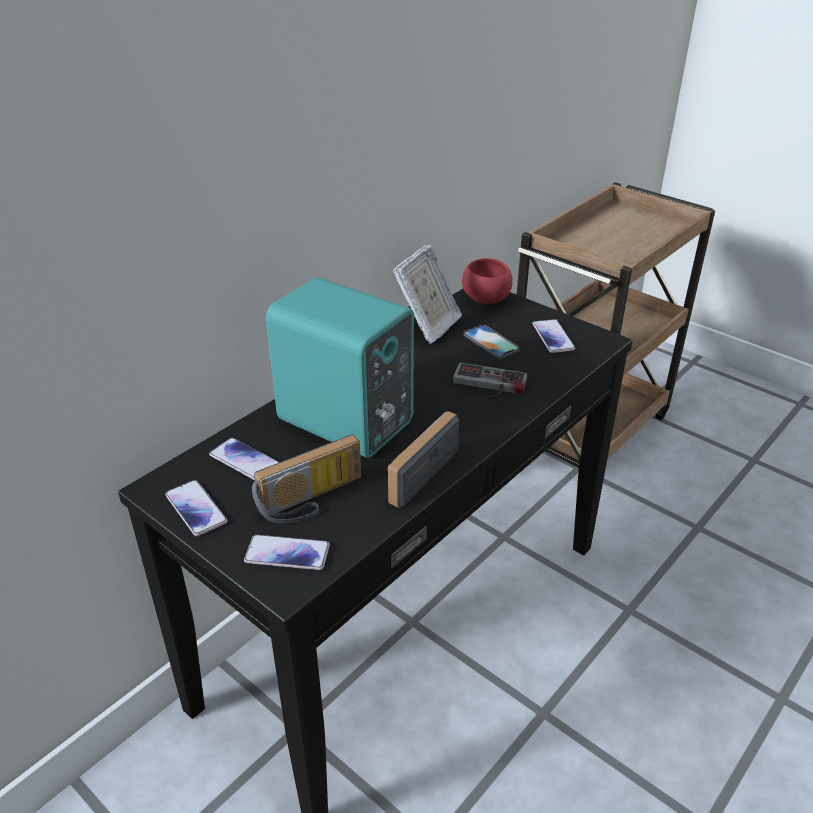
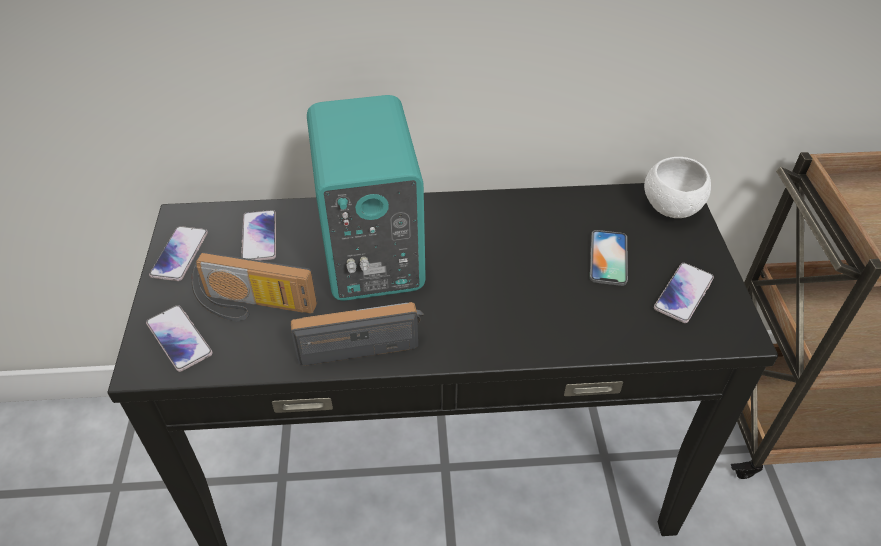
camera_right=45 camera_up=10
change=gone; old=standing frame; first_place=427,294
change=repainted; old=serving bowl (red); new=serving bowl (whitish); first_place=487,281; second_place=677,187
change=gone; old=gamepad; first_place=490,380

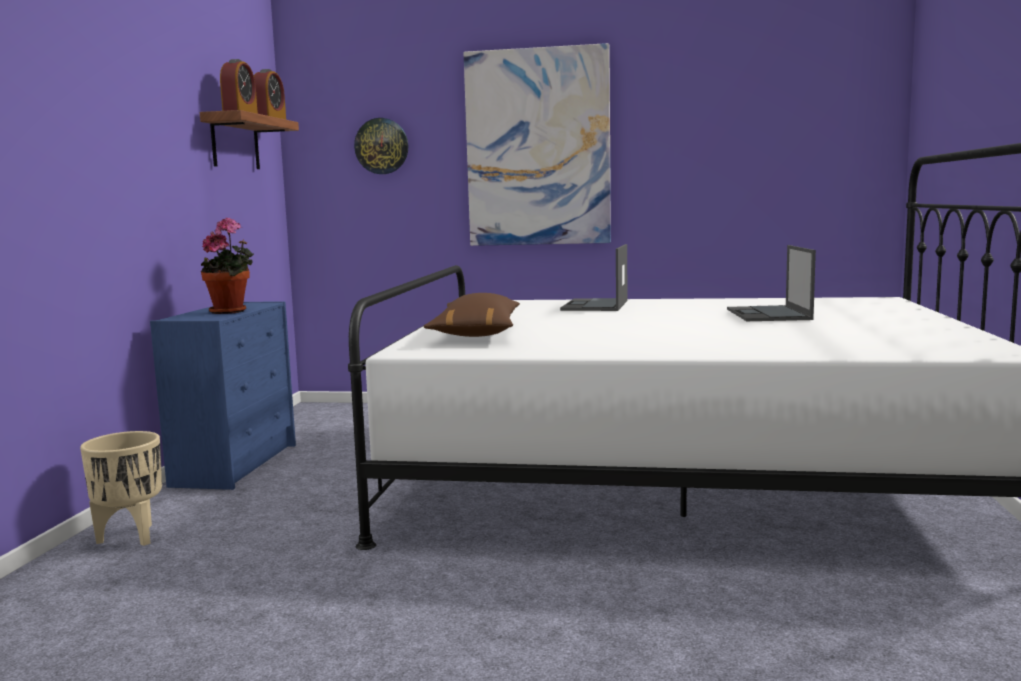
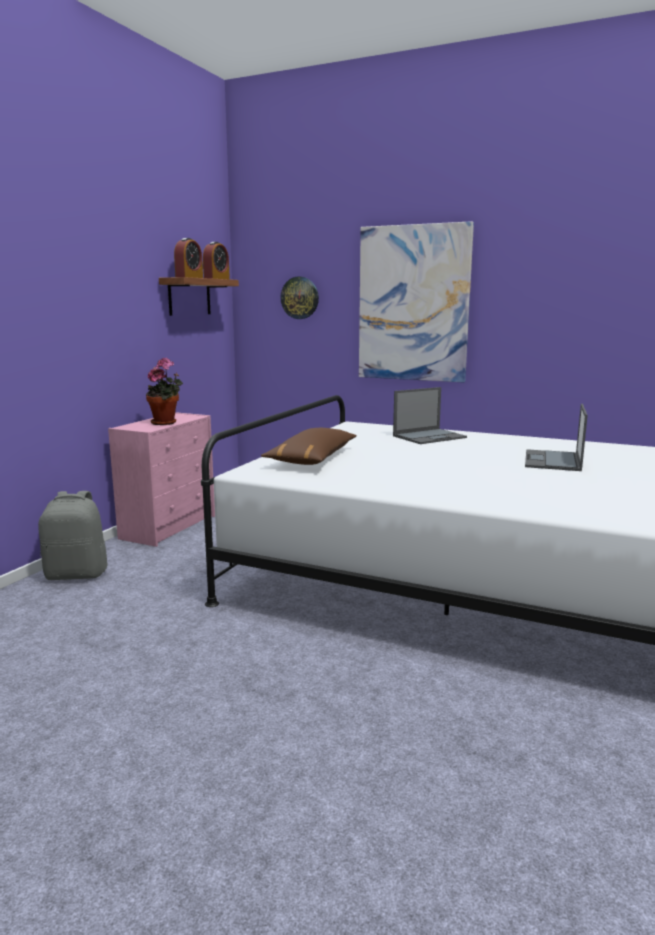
camera_right=15 camera_up=5
change=rotated; old=notebook computer; first_place=593,277; second_place=430,415; degrees=-150
change=repainted; old=dresser (blue); new=dresser (pinkish); first_place=223,395; second_place=161,479
change=swapped; old=planter (beige-coloured); new=backpack (grey); first_place=121,488; second_place=73,535

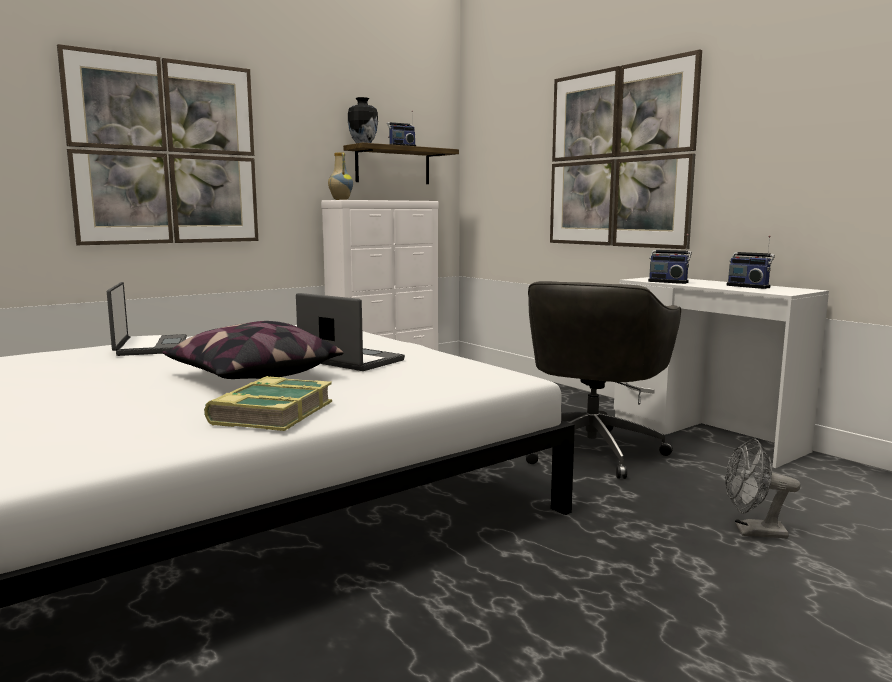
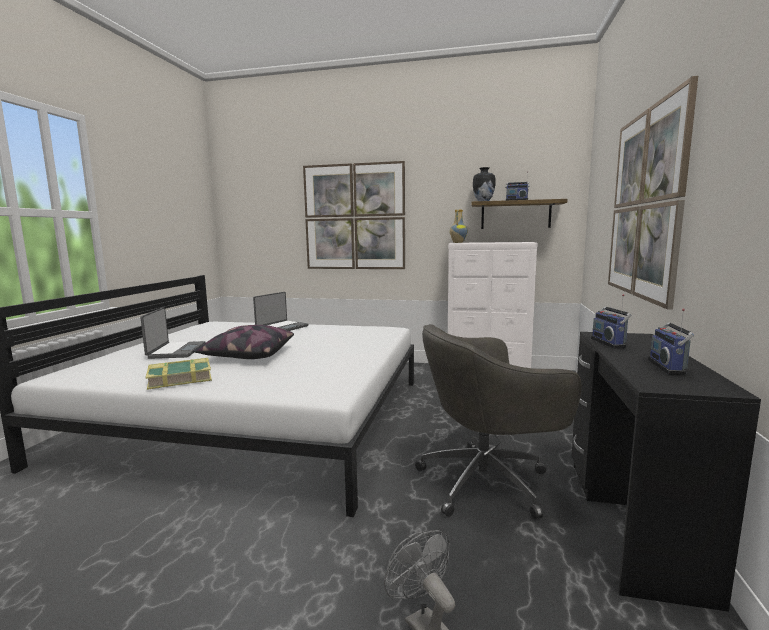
camera_right=50 camera_up=0
change=repainted; old=desk table (whitish); new=desk table (blackish); first_place=721,372; second_place=666,472
change=shifted; old=notebook computer; first_place=350,332; second_place=172,333

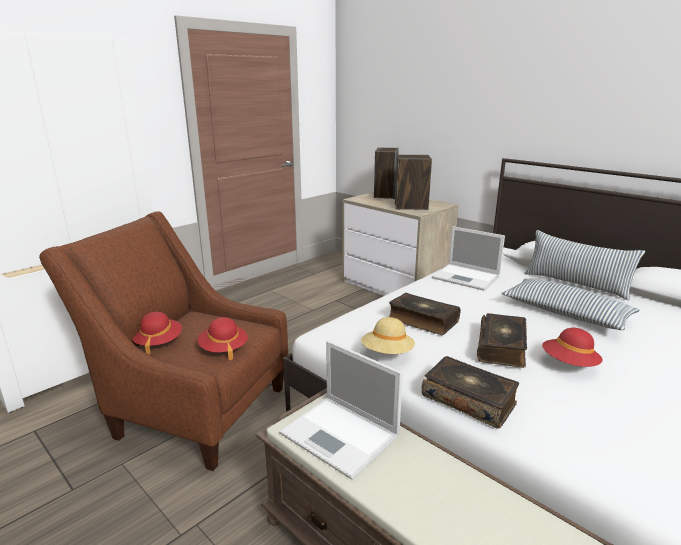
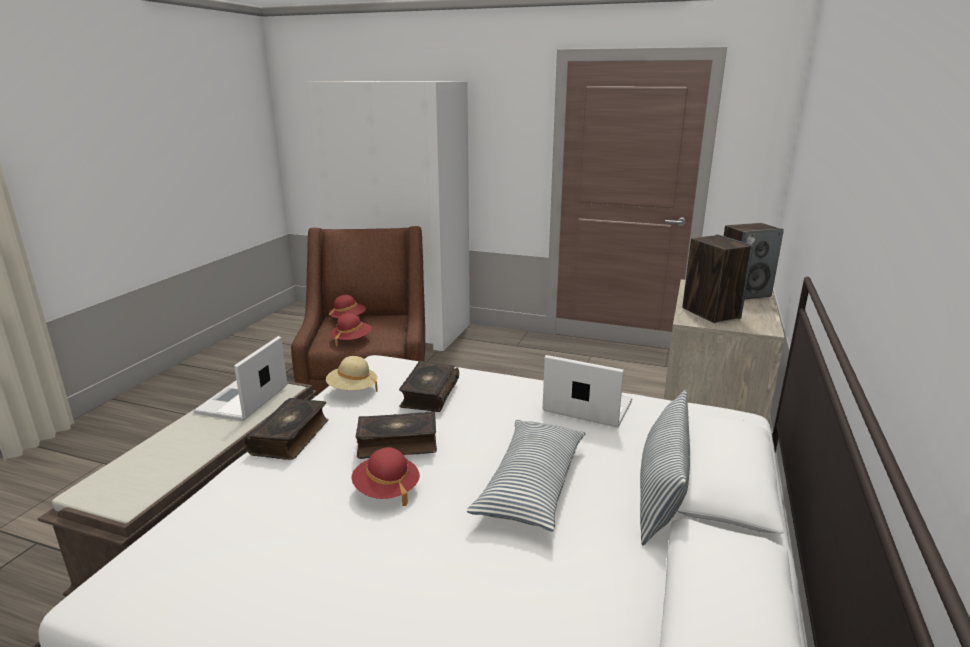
camera_right=65 camera_up=0
change=rotated; old=notebook computer; first_place=468,258; second_place=587,391; degrees=105

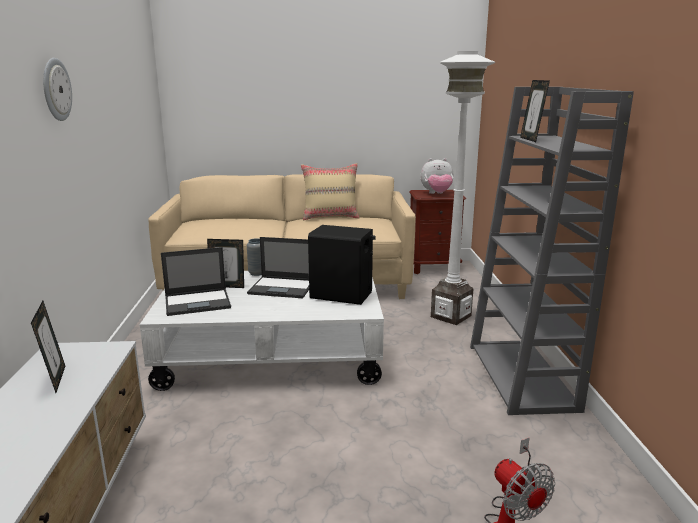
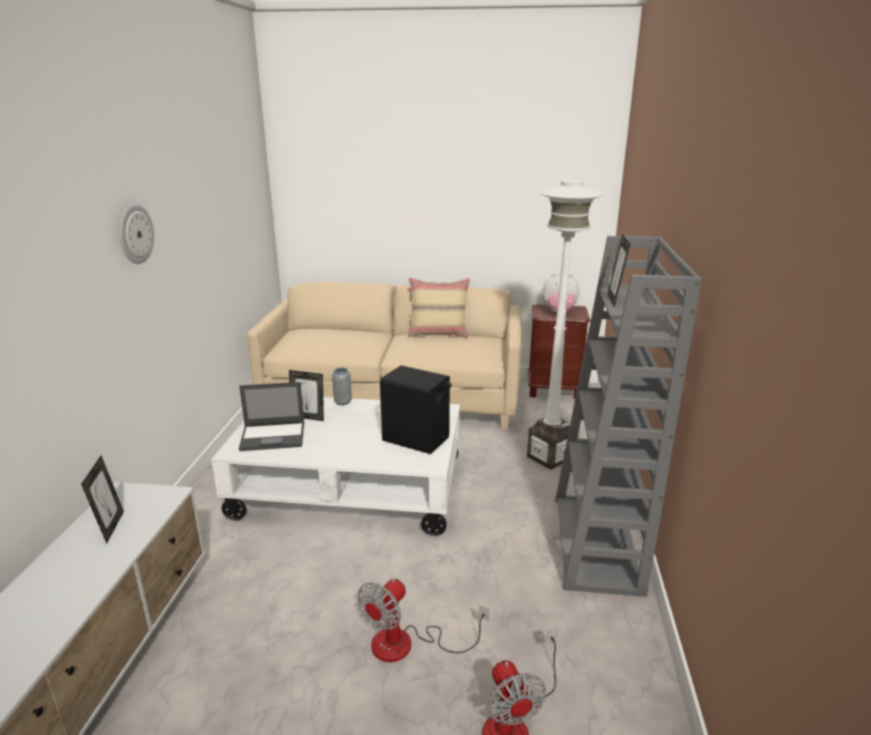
camera_right=10 camera_up=5
change=gone; old=notebook computer; first_place=278,267
change=new; new=cooling fan; second_place=423,620

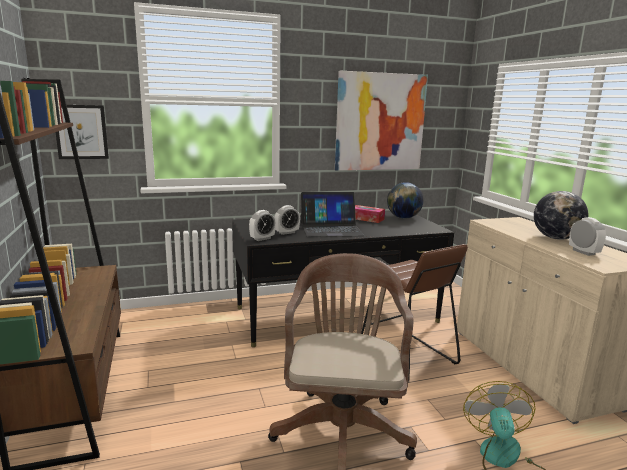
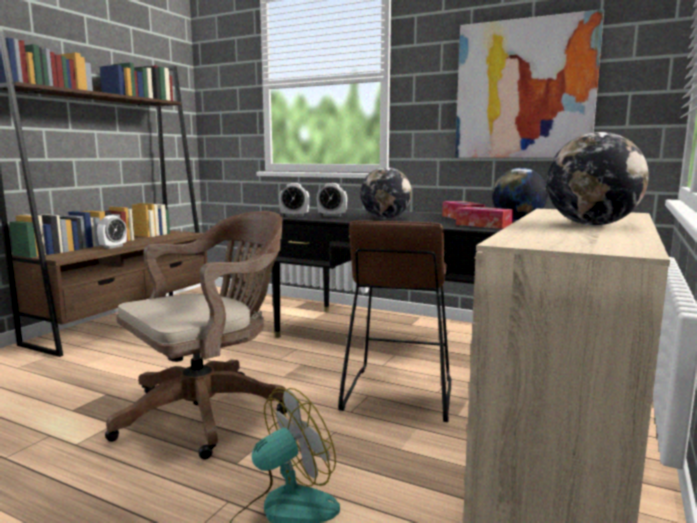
camera_right=45 camera_up=-5
change=gone; old=wall picture; first_place=82,132
change=swapped; old=notebook computer; new=globe; first_place=333,214; second_place=386,193
change=shifted; old=alarm clock; first_place=587,236; second_place=112,232
change=new; new=tissue box; second_place=485,217

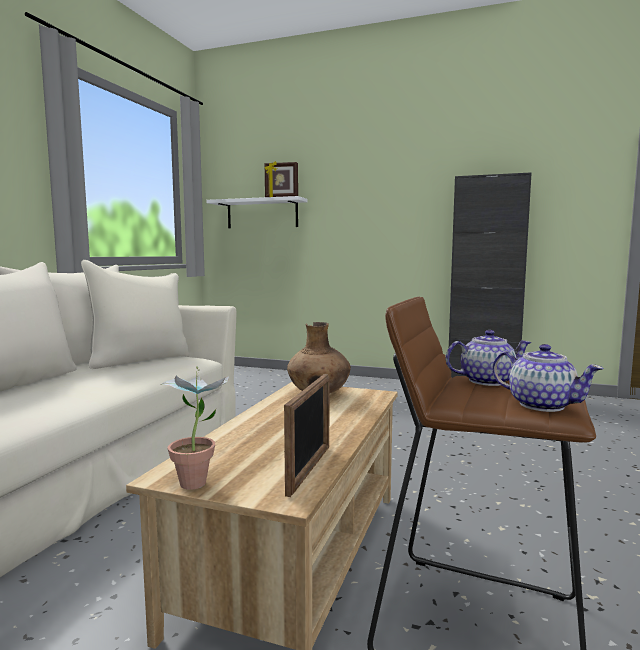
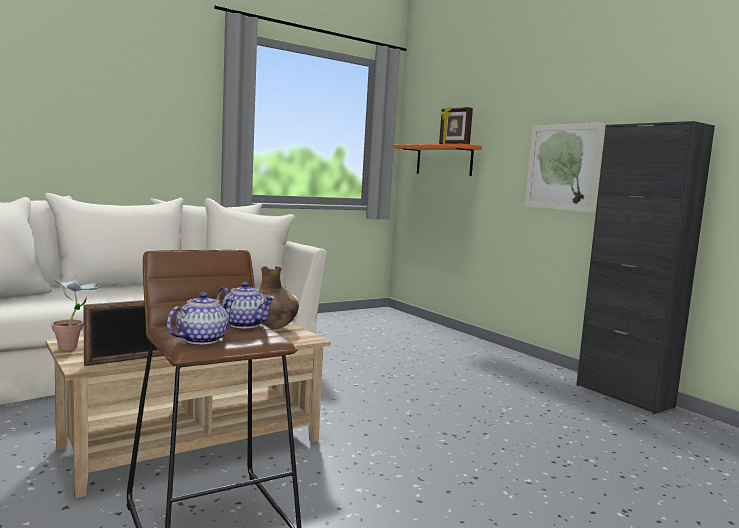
camera_right=35 camera_up=0
change=repainted; old=wall shelf (whitish); new=wall shelf (orange-coloured); first_place=257,212; second_place=437,160
change=rotated; old=tea pot; first_place=548,378; second_place=201,318; degrees=-135
change=new; new=wall picture; second_place=565,167

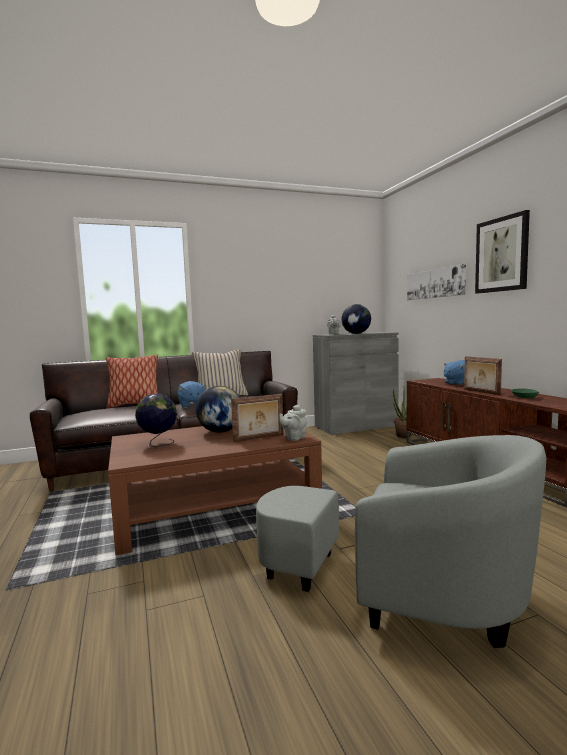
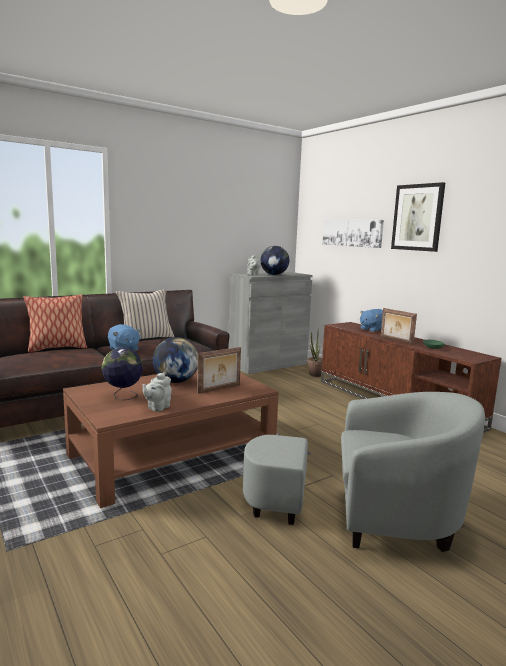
camera_right=-15 camera_up=5
change=shifted; old=tea pot (grey); first_place=293,422; second_place=157,392

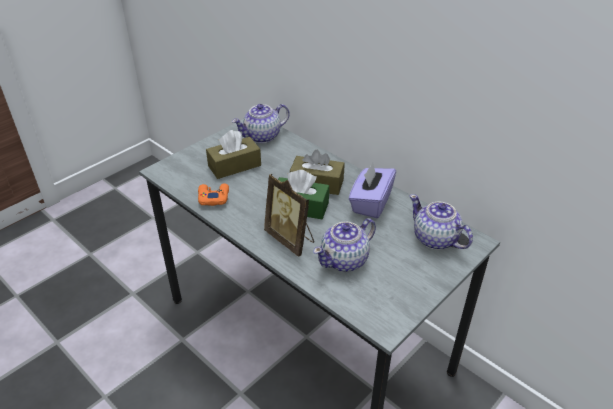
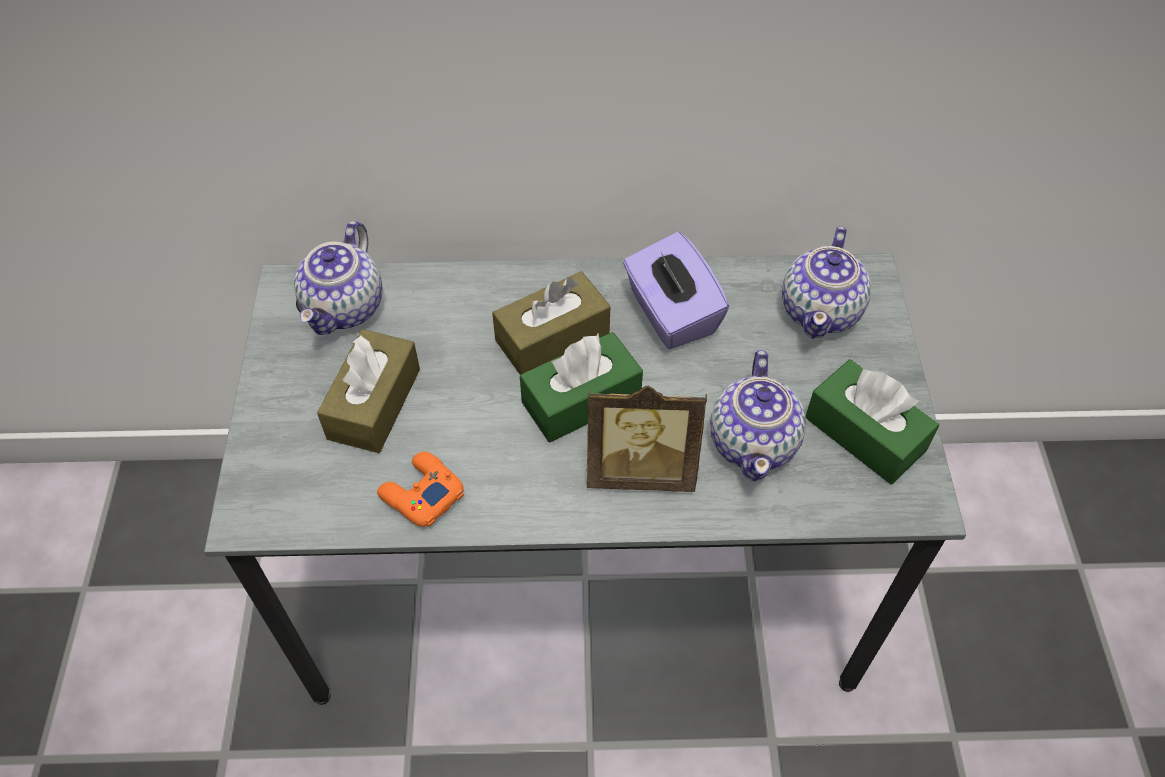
camera_right=-45 camera_up=15
change=rotated; old=tea pot; first_place=441,222; second_place=826,282; degrees=-75
change=new; new=tissue box (green); second_place=872,421

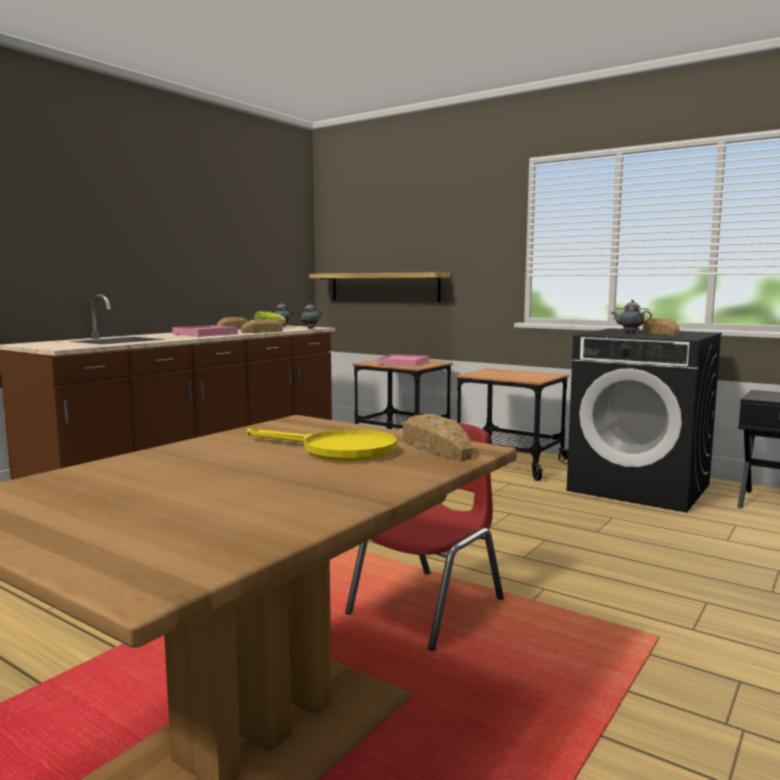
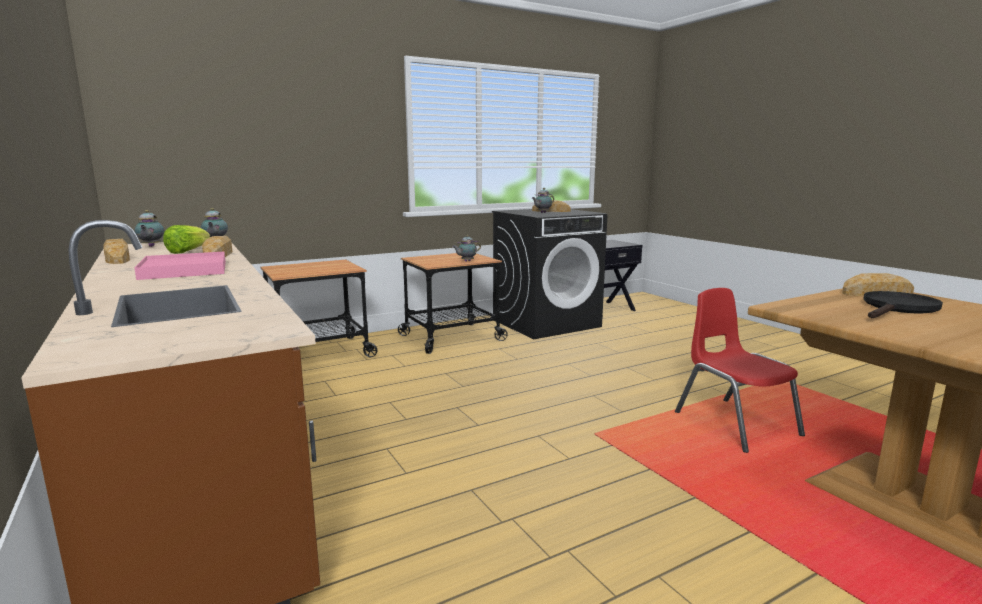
camera_right=-65 camera_up=5
change=gone; old=wall shelf; first_place=379,287
change=gone; old=carrying tray (pinkish); first_place=403,360
change=repainted; old=pan (yellow); new=pan (blackish); first_place=322,444; second_place=903,304
change=new; new=tea pot; second_place=466,248

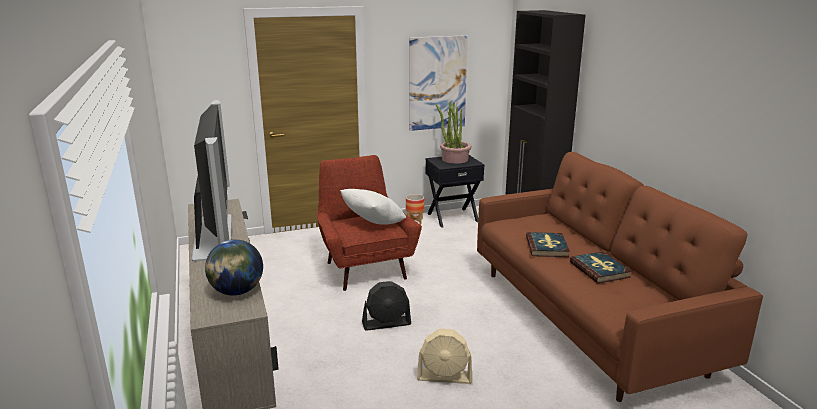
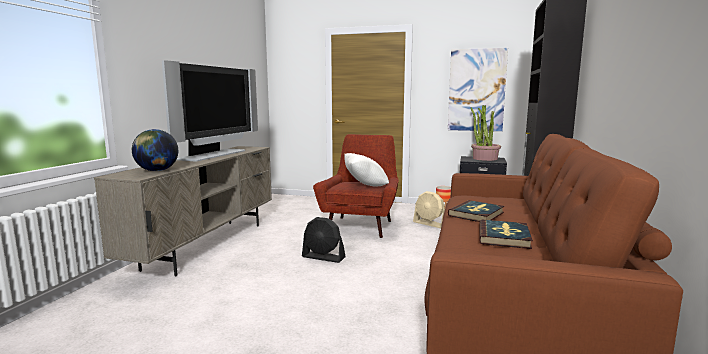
camera_right=35 camera_up=-10
change=shifted; old=cooling fan (beige-coloured); first_place=444,356; second_place=429,209

